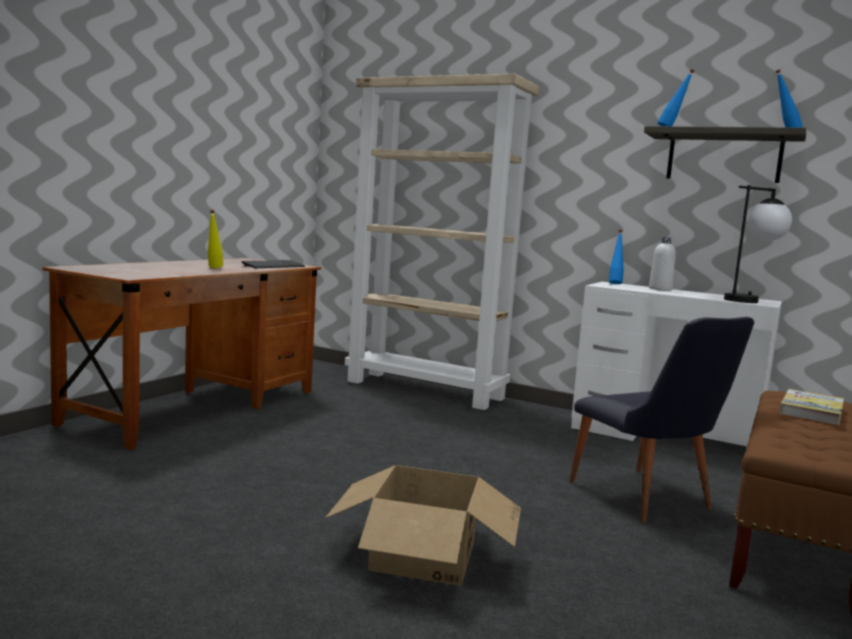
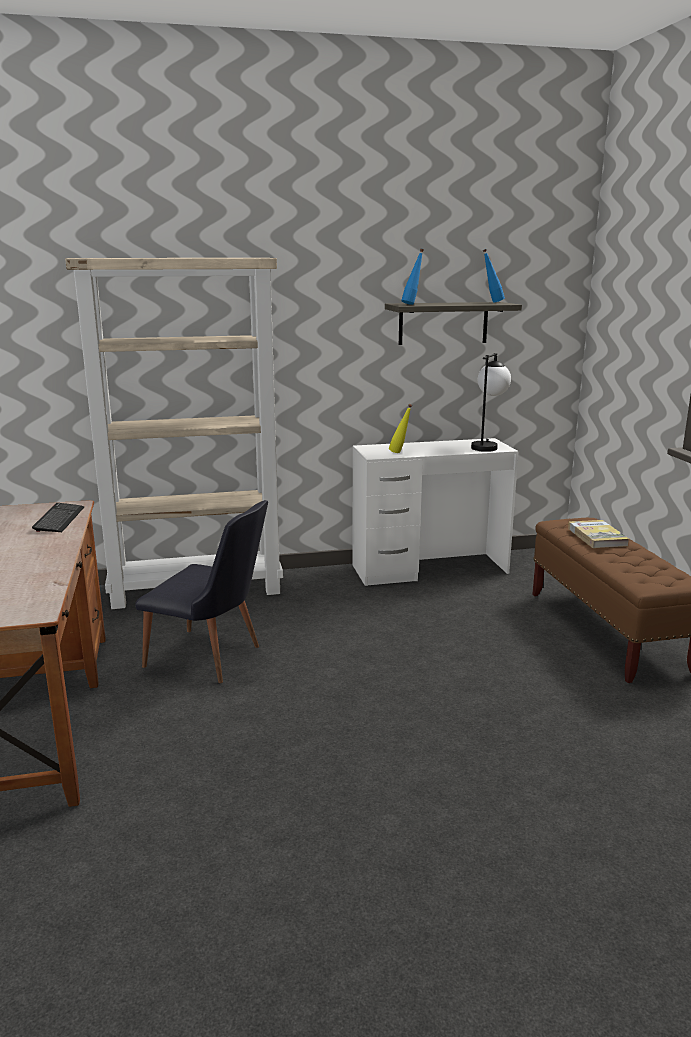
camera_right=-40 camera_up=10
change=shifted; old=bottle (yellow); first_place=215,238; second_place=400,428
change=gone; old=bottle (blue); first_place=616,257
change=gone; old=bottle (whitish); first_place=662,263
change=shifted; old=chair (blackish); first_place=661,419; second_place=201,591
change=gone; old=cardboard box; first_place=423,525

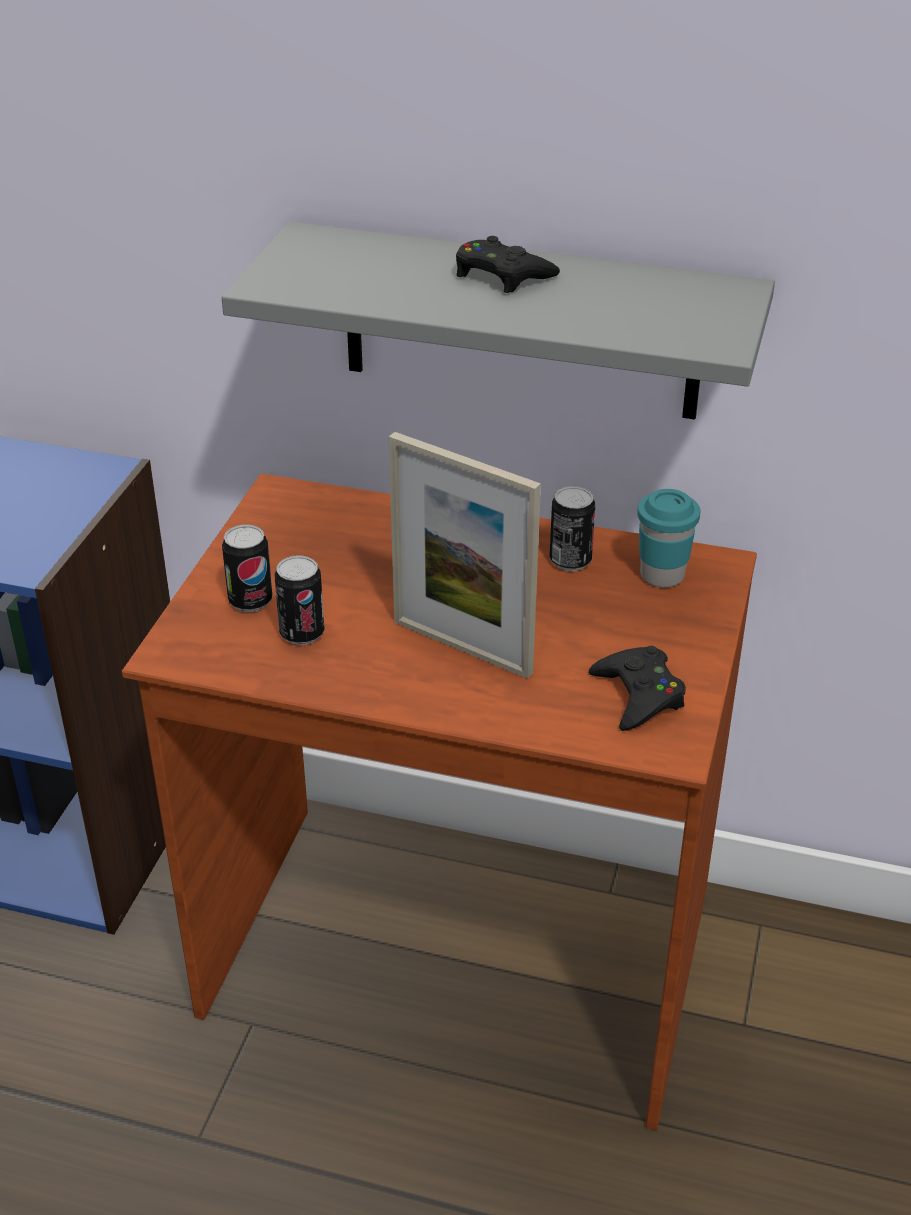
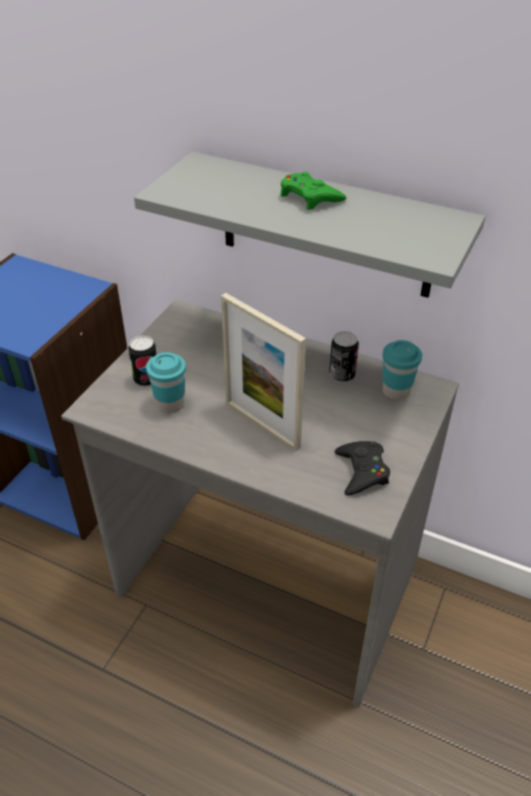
camera_right=10 camera_up=5
change=repainted; old=gamepad (blackish); new=gamepad (green); first_place=508,264; second_place=313,191
change=repainted; old=desk table (brownish); new=desk table (grey); first_place=439,801; second_place=260,503
change=swapped; old=metal can; new=small cup (turquoise-coloured); first_place=300,600; second_place=166,382

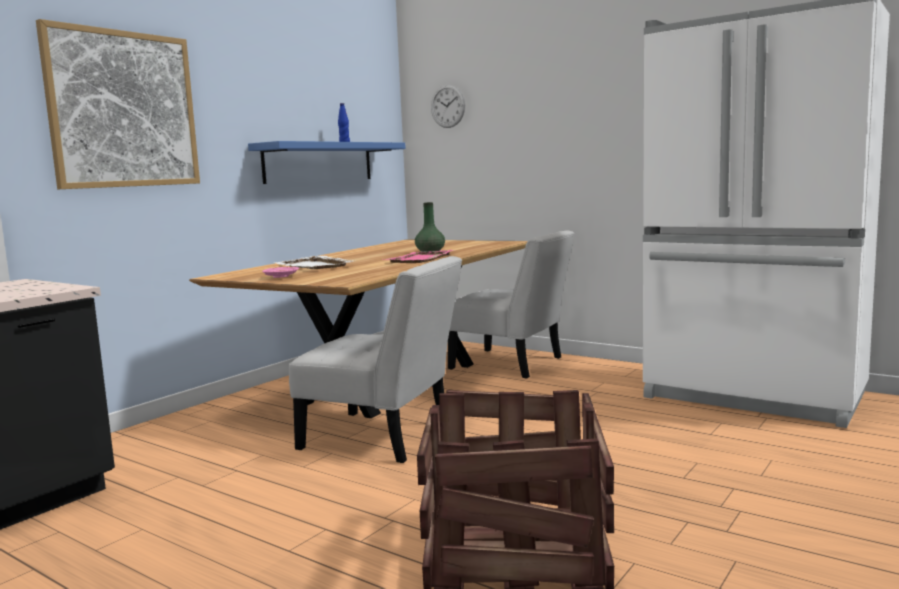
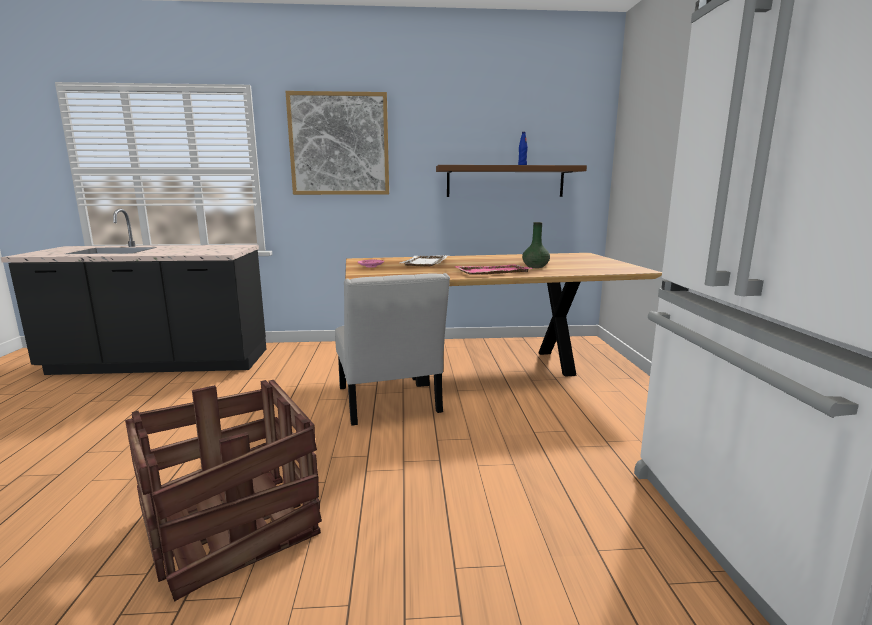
camera_right=50 camera_up=5
change=gone; old=clock on the wall; first_place=448,106
change=repainted; old=wall shelf (blue); new=wall shelf (brownish); first_place=327,162; second_place=511,181
change=gone; old=chair (whitish); first_place=511,304

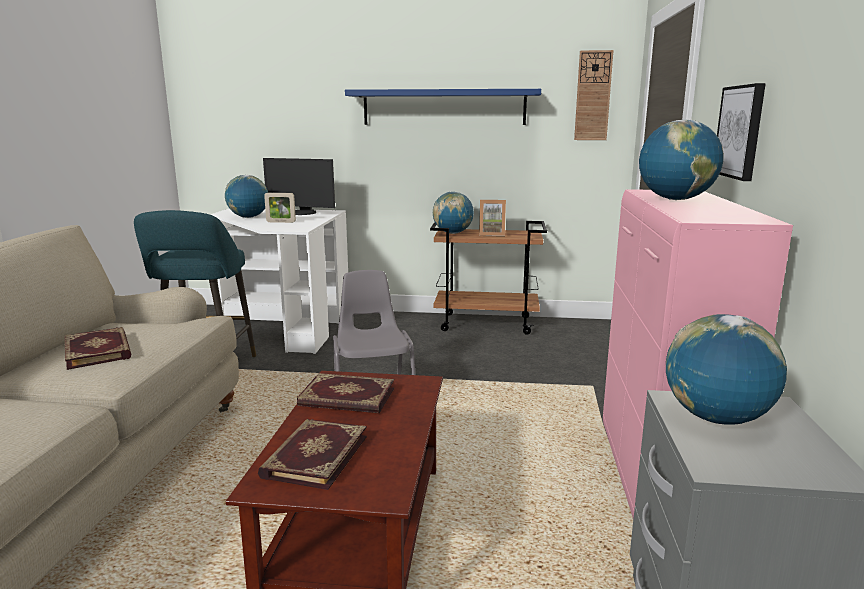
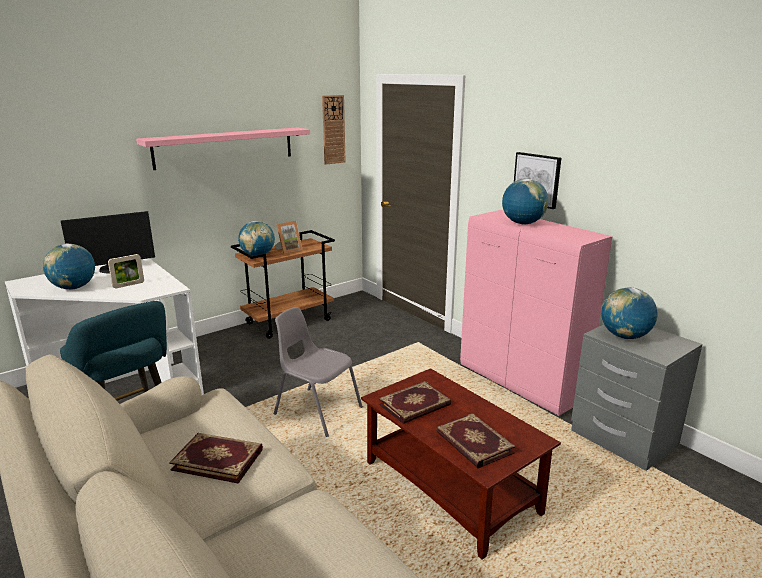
camera_right=-45 camera_up=5
change=repainted; old=wall shelf (blue); new=wall shelf (pinkish); first_place=443,107; second_place=223,148

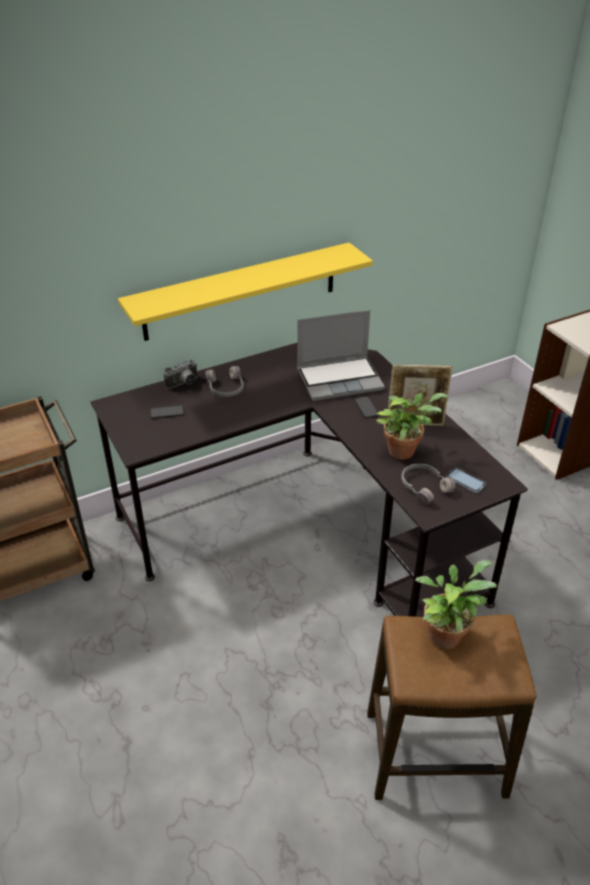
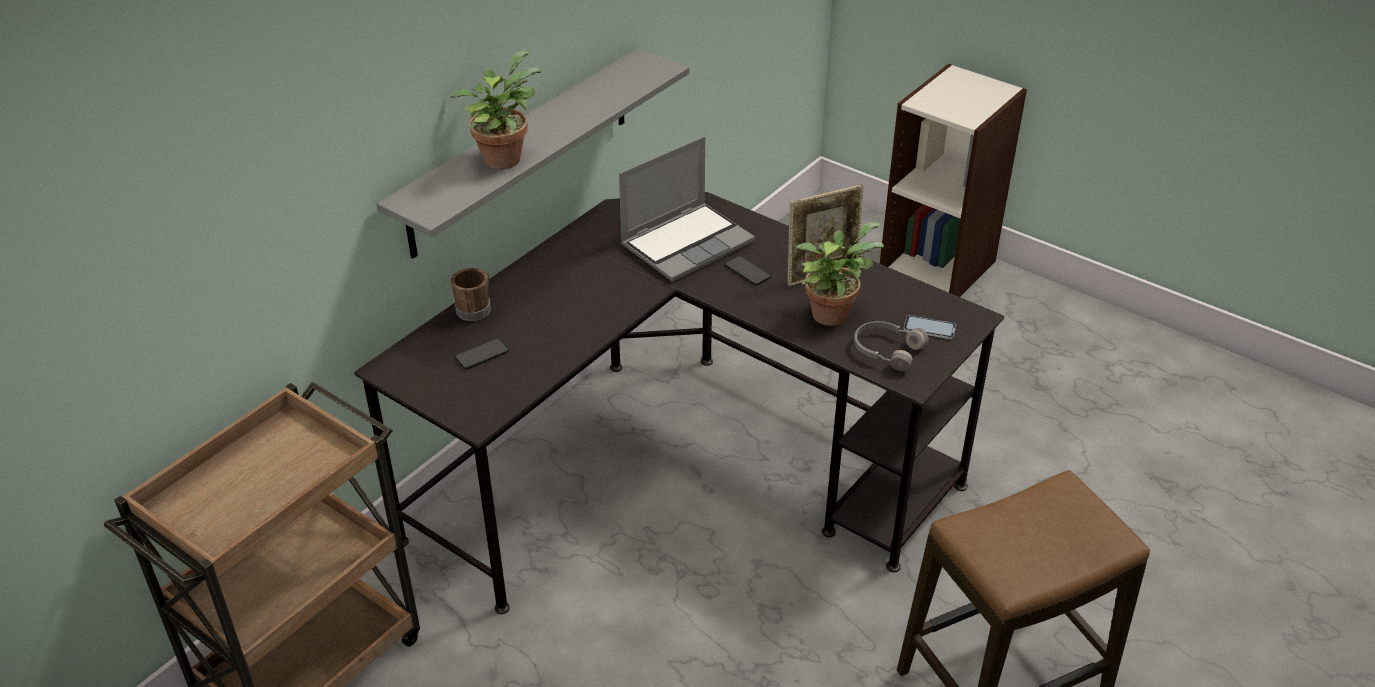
camera_right=-25 camera_up=0
change=repainted; old=wall shelf (yellow); new=wall shelf (grey); first_place=245,292; second_place=532,153
change=swapped; old=still camera; new=tea mug (brownish); first_place=180,374; second_place=471,294
change=gone; old=headset (grey); first_place=225,381
change=shifted; old=houseplant; first_place=456,604; second_place=495,109

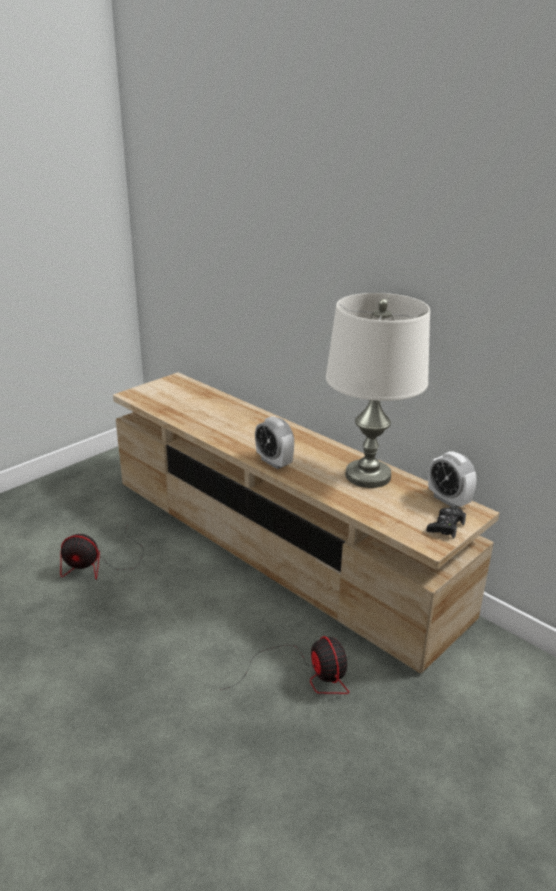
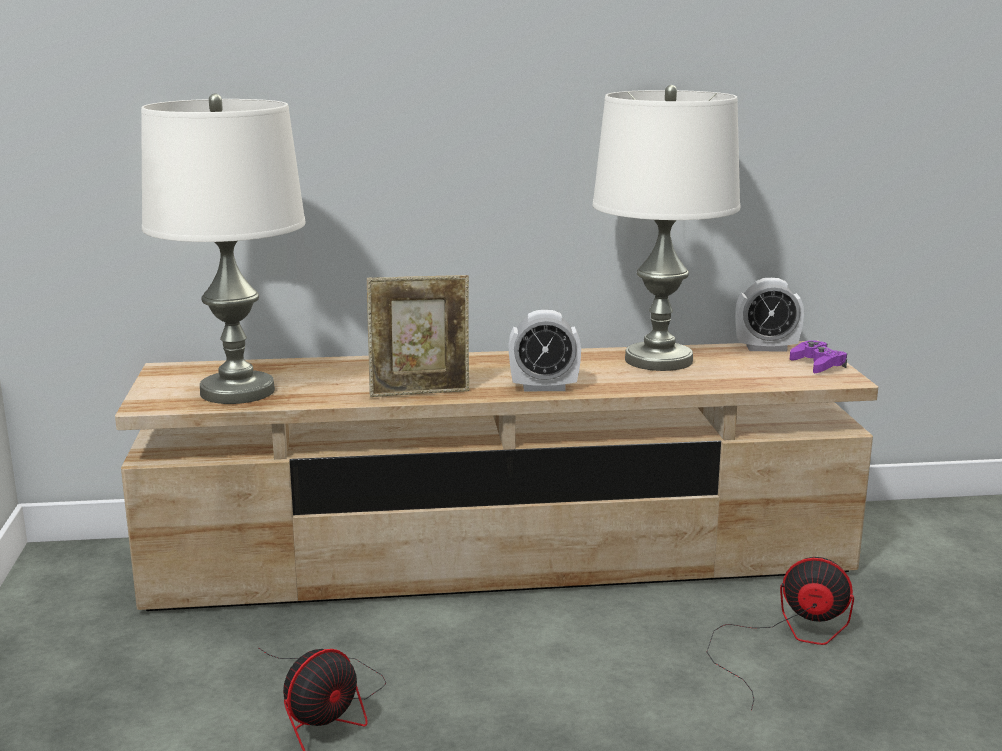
camera_right=-50 camera_up=-10
change=repainted; old=gamepad (blackish); new=gamepad (purplish); first_place=446,523; second_place=818,356
change=new; new=table lamp (whitish); second_place=223,248
change=new; new=standing frame; second_place=418,336

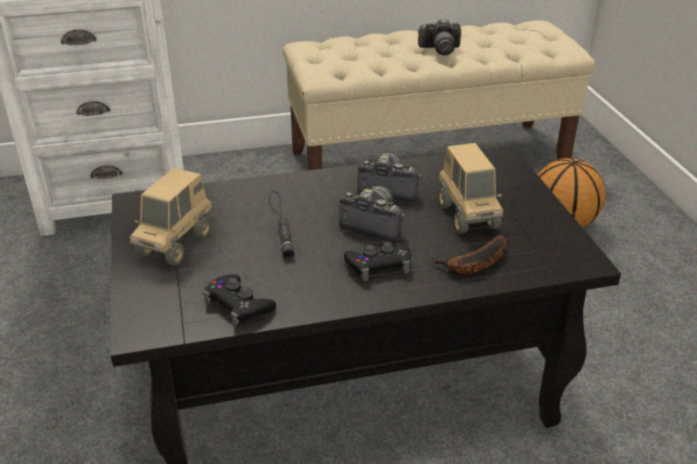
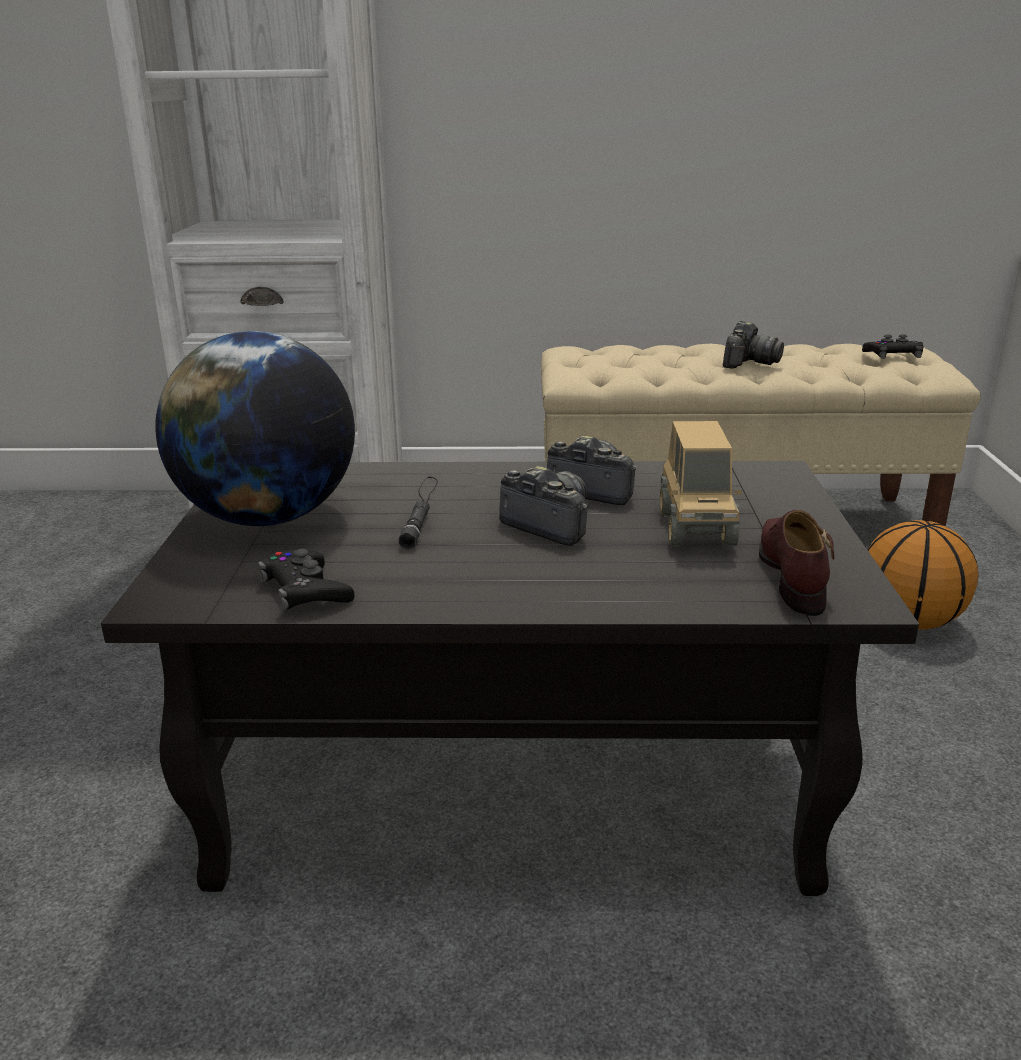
camera_right=15 camera_up=-10
change=rotated; old=still camera; first_place=439,37; second_place=753,344; degrees=-75
change=swapped; old=toy truck; new=globe; first_place=171,216; second_place=255,428
change=gone; old=banana; first_place=468,254
change=shifted; old=gamepad (blackish); first_place=377,261; second_place=892,346
change=new; new=low shoe (brownish); second_place=797,563

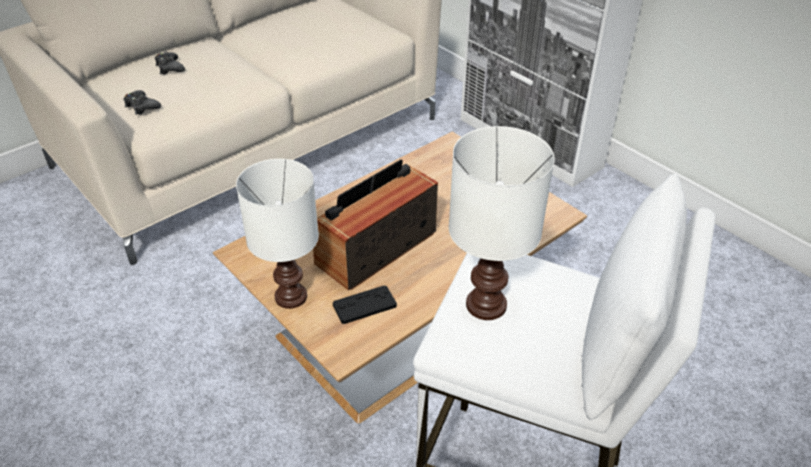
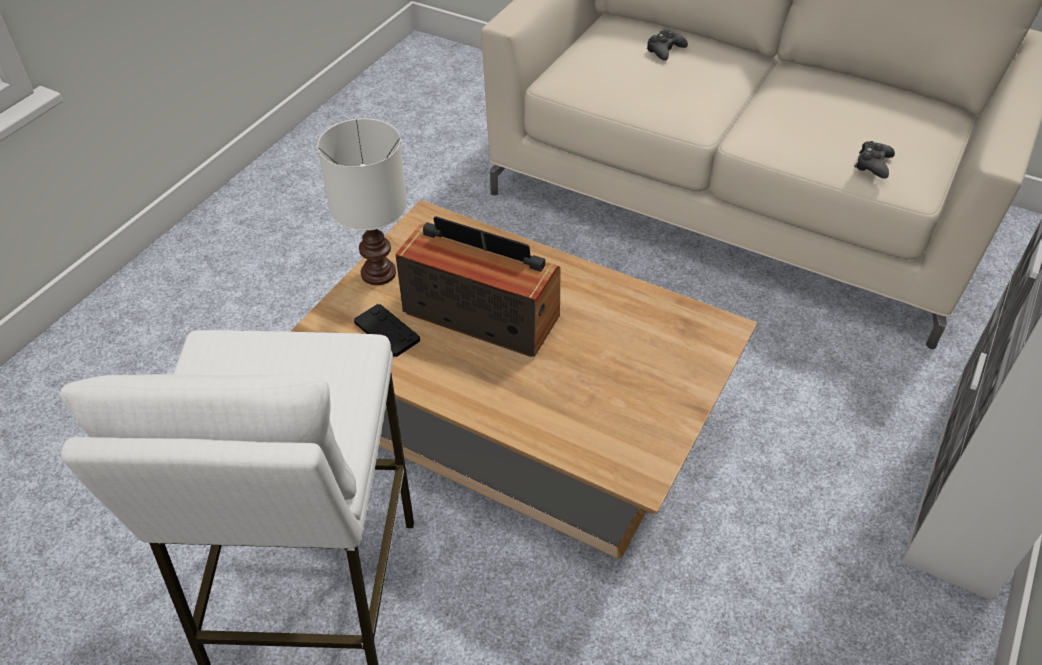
camera_right=70 camera_up=5
change=shifted; old=gamepad (blackish); first_place=142,102; second_place=874,160
change=gone; old=table lamp (whitish); first_place=502,223

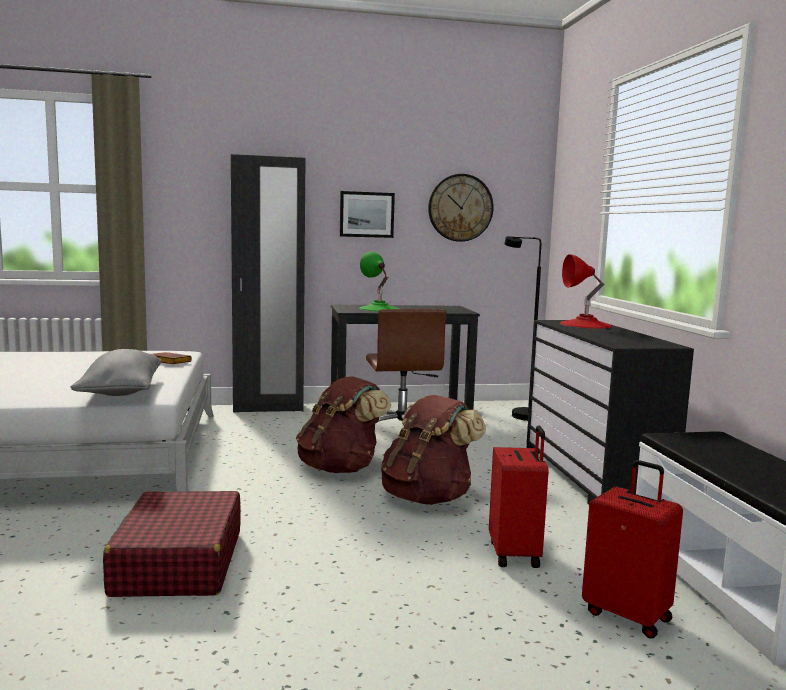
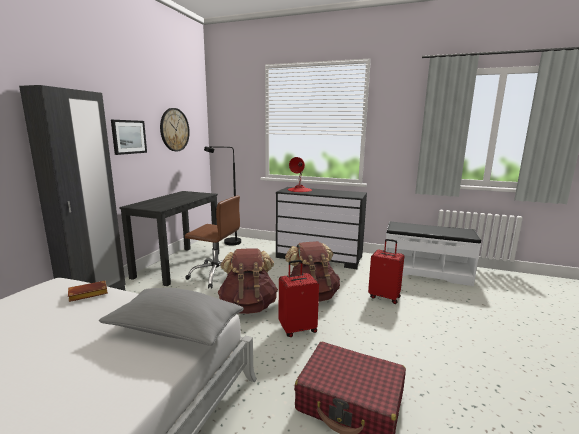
camera_right=-60 camera_up=5
change=gone; old=table lamp (green); first_place=379,281
change=shifted; old=travel case (red); first_place=632,549; second_place=299,298

